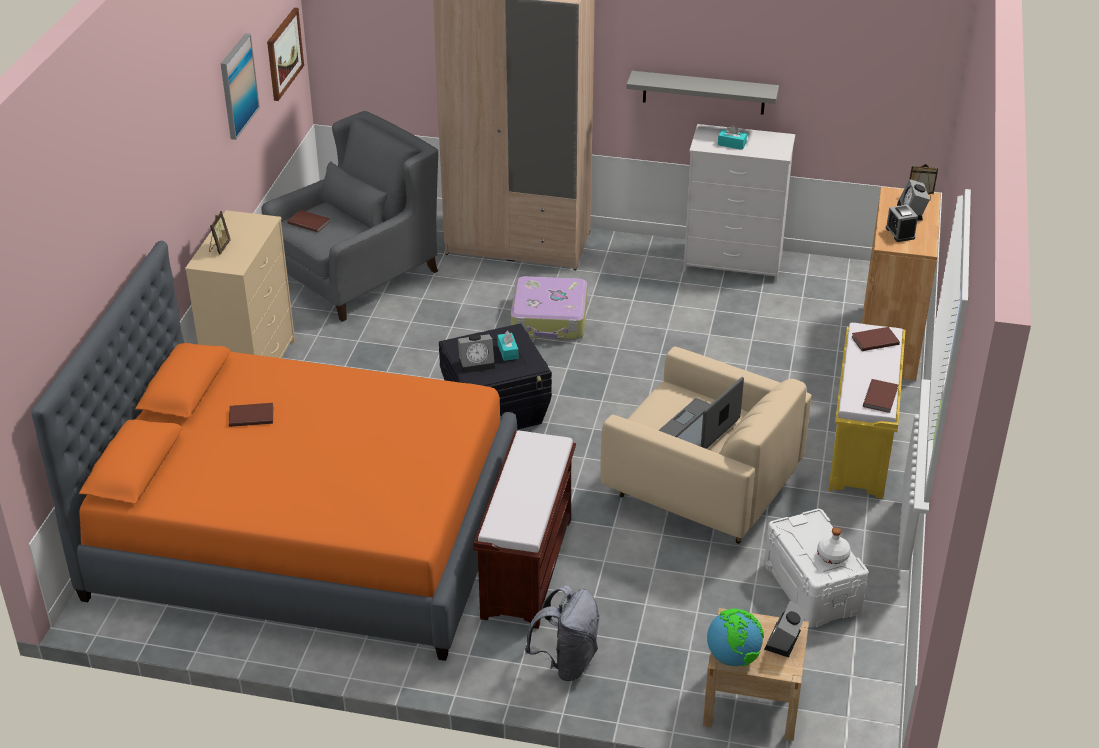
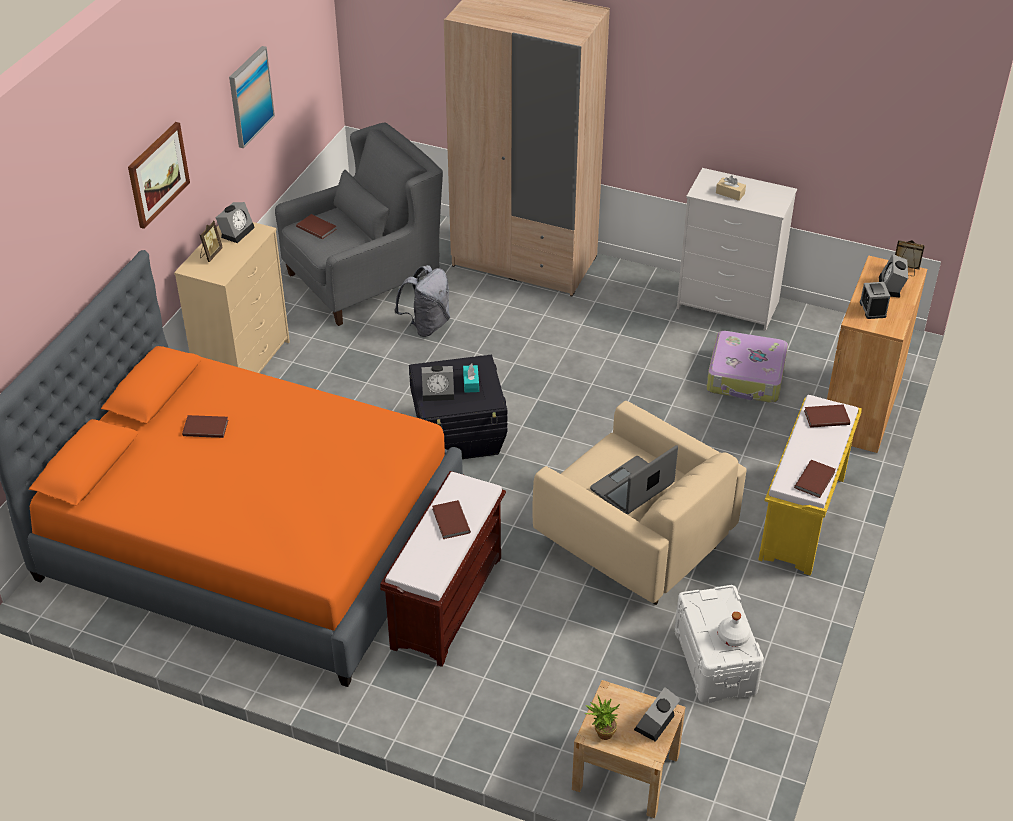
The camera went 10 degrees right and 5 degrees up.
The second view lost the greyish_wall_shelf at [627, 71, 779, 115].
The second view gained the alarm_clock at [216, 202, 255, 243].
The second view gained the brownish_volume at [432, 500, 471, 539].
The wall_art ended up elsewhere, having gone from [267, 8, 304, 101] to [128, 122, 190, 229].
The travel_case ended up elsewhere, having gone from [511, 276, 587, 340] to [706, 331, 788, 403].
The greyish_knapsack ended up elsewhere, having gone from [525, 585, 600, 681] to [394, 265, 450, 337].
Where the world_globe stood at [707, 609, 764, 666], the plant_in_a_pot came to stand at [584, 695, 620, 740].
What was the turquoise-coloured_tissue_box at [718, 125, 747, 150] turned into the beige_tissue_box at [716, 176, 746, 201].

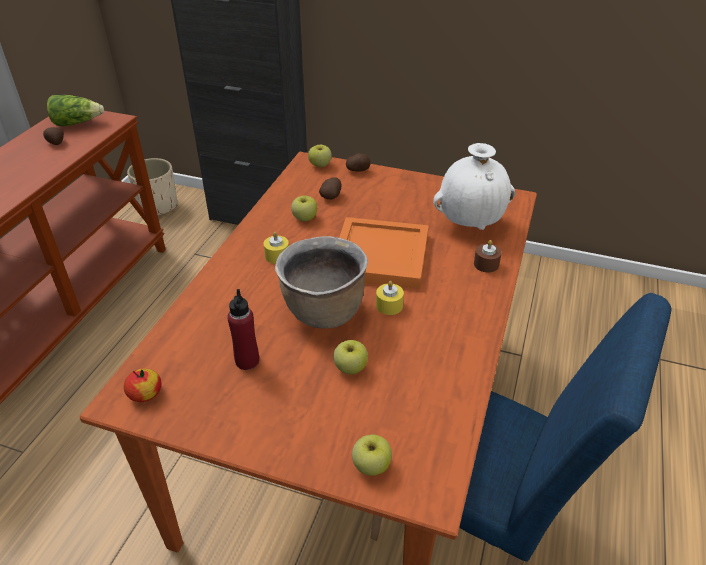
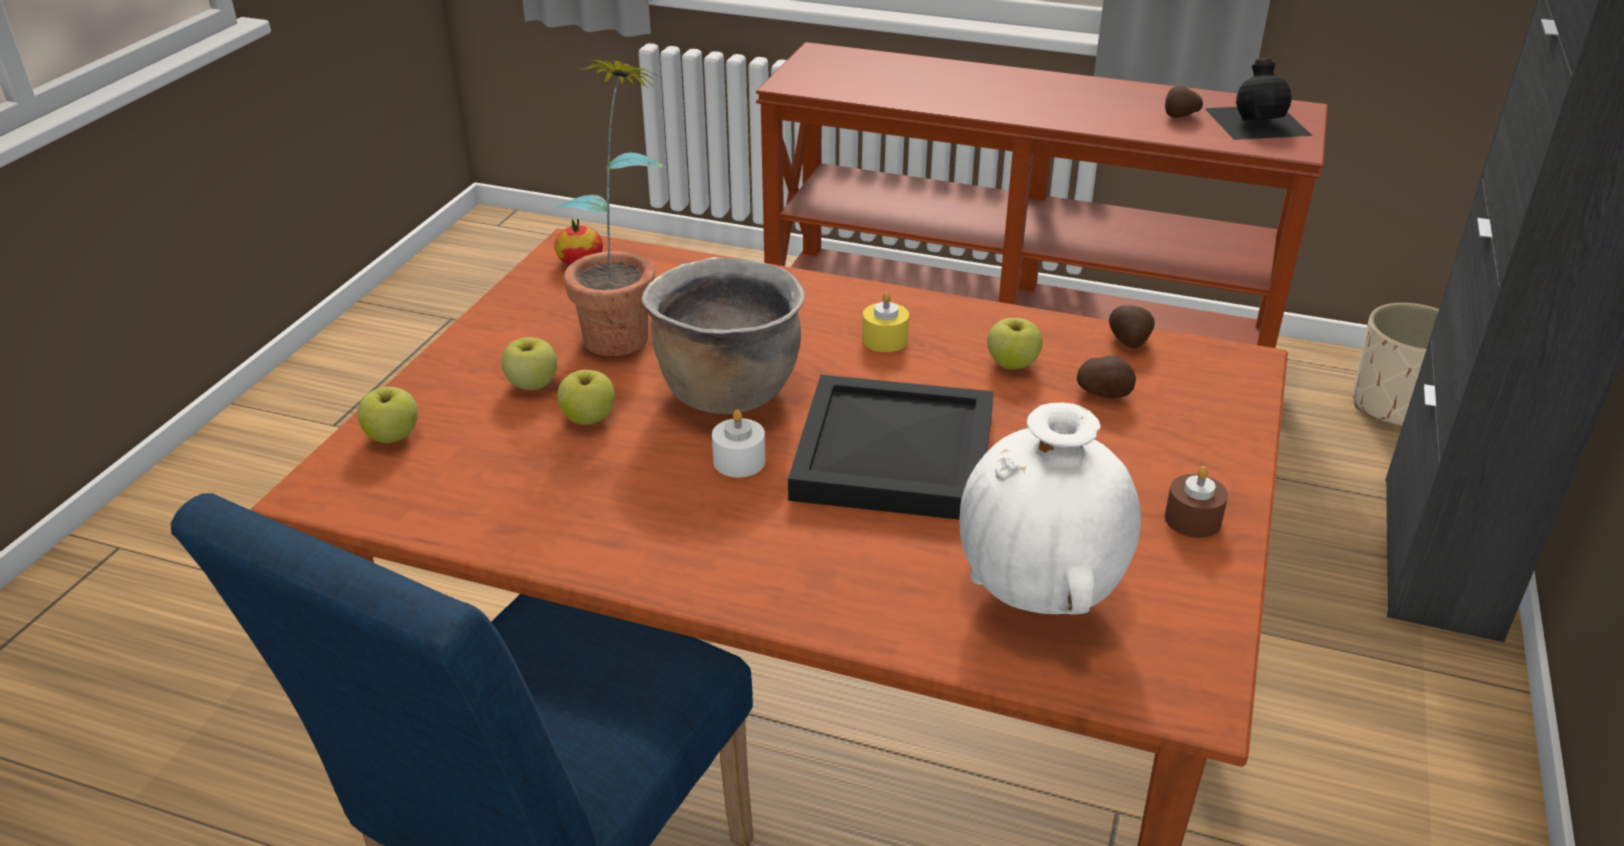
The camera went 90 degrees right and 5 degrees down.
The apple ended up elsewhere, having gone from [308, 145, 332, 167] to [501, 337, 557, 390].
The spud ended up elsewhere, having gone from [346, 153, 371, 172] to [1109, 305, 1155, 348].
The brownish_candle ended up elsewhere, having gone from [474, 240, 502, 272] to [1165, 466, 1228, 538].
Where the lettuce stood at [47, 95, 104, 126], the blackish_beverage_bottle came to stand at [1204, 58, 1313, 140].
Where the red_beverage_bottle stood at [227, 289, 259, 370], the plant_in_a_pot came to stand at [553, 60, 667, 356].
What was the orange_tray at [339, 217, 429, 289] turned into the blackish_tray at [788, 375, 994, 520].
What was the yellow_candle at [376, 281, 404, 315] turned into the white_candle at [712, 409, 765, 477].

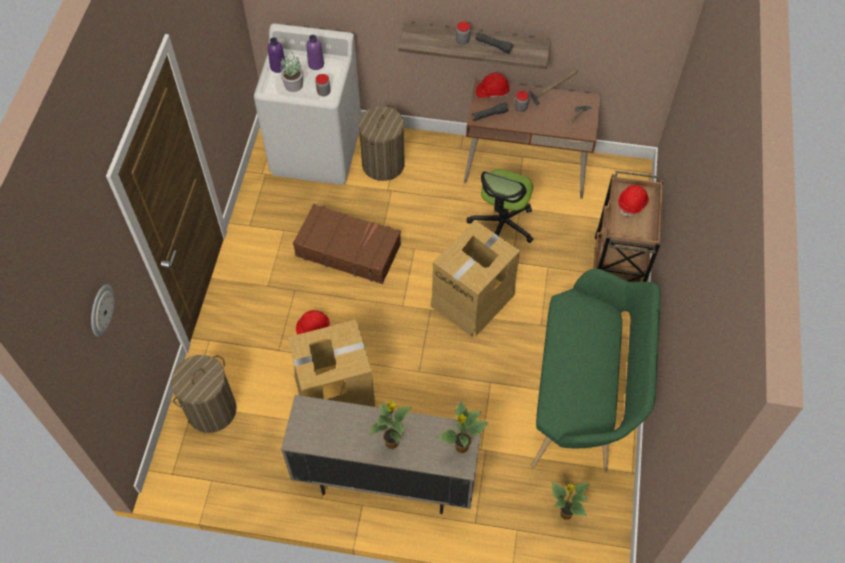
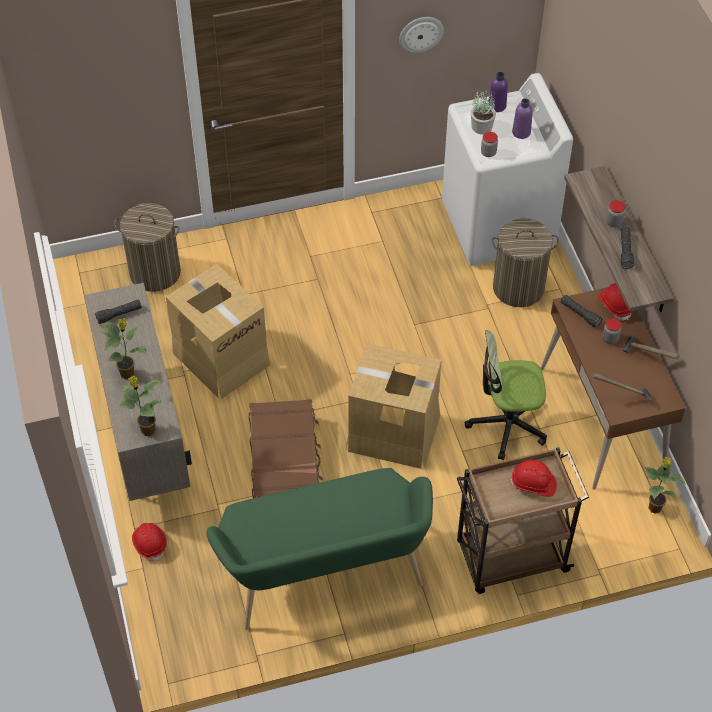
The camera went 65 degrees right and 5 degrees down.
The second view gained the blackish_hand_torch at [95, 300, 142, 324].
The hanging_clock ended up elsewhere, having gone from [91, 284, 114, 337] to [399, 17, 444, 53].
The brownish_travel_case ended up elsewhere, having gone from [293, 204, 401, 284] to [249, 399, 323, 498].
The red_work_helmet ended up elsewhere, having gone from [296, 310, 331, 334] to [132, 523, 167, 561].
The plant_in_a_pot ended up elsewhere, having gone from [552, 482, 590, 520] to [645, 457, 686, 514].

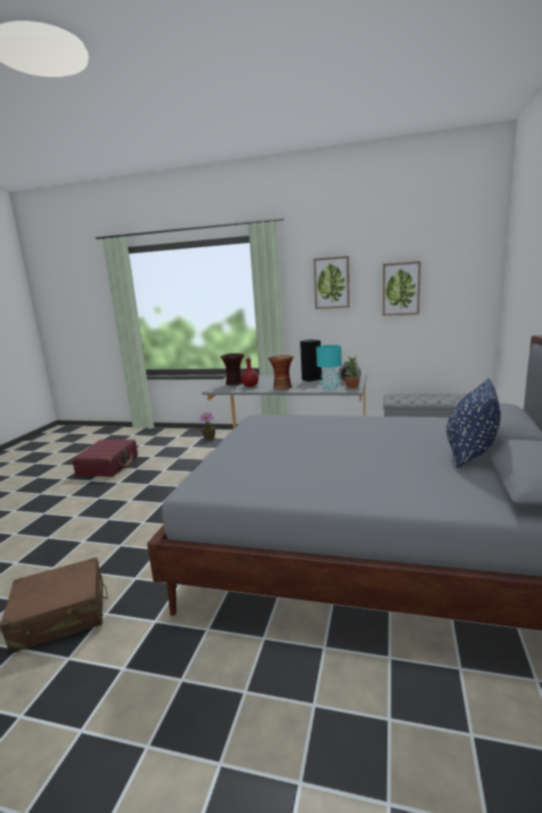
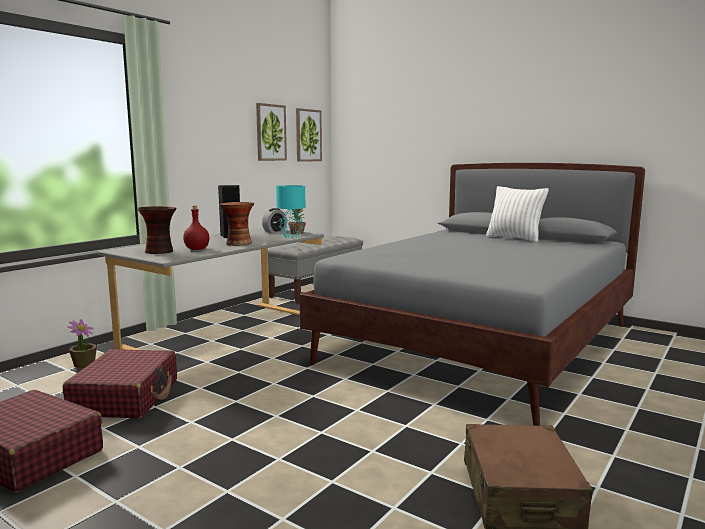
The camera went 70 degrees left and 5 degrees down.
The second view gained the red_travel_case at [63, 349, 177, 418].
The wall_art ended up elsewhere, having gone from [314, 256, 350, 309] to [296, 108, 322, 162].
What was the blue_pillow at [446, 379, 501, 469] turned into the white_pillow at [486, 186, 549, 242].

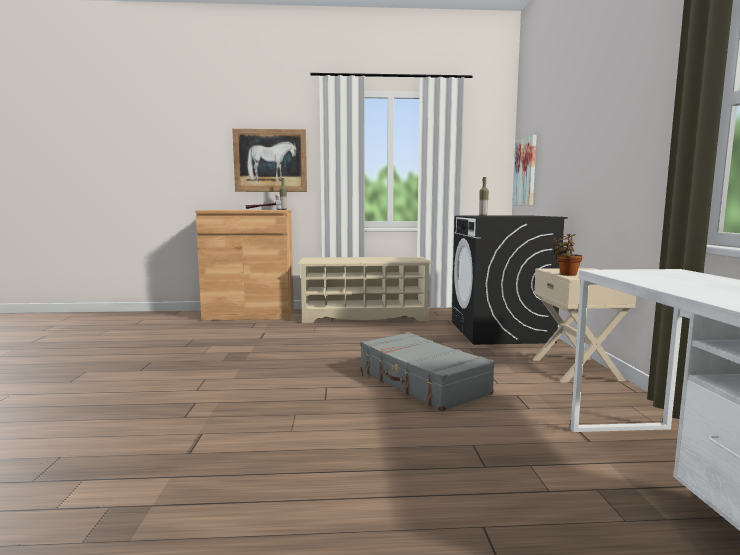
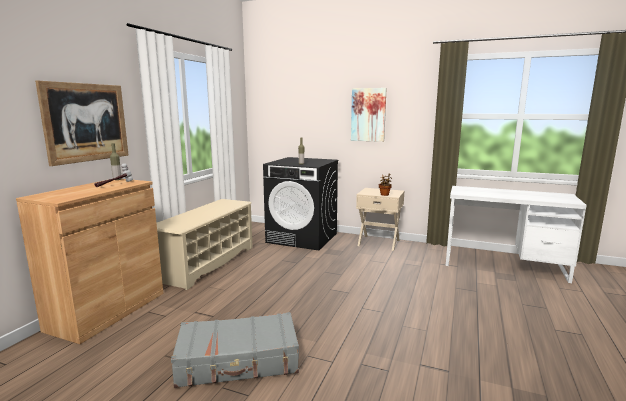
The camera went 65 degrees left and 5 degrees up.
The greyish_travel_case ended up elsewhere, having gone from [360, 332, 495, 411] to [171, 312, 299, 388].
The wall_art ended up elsewhere, having gone from [513, 135, 537, 205] to [351, 88, 387, 142].

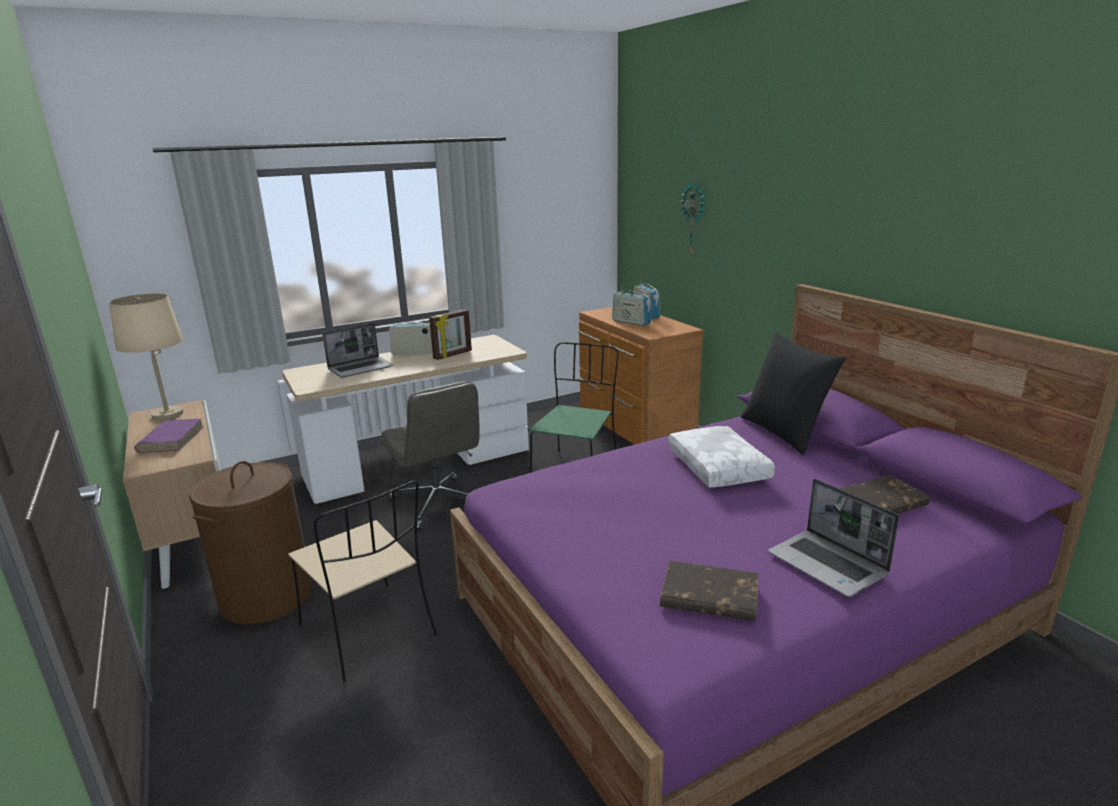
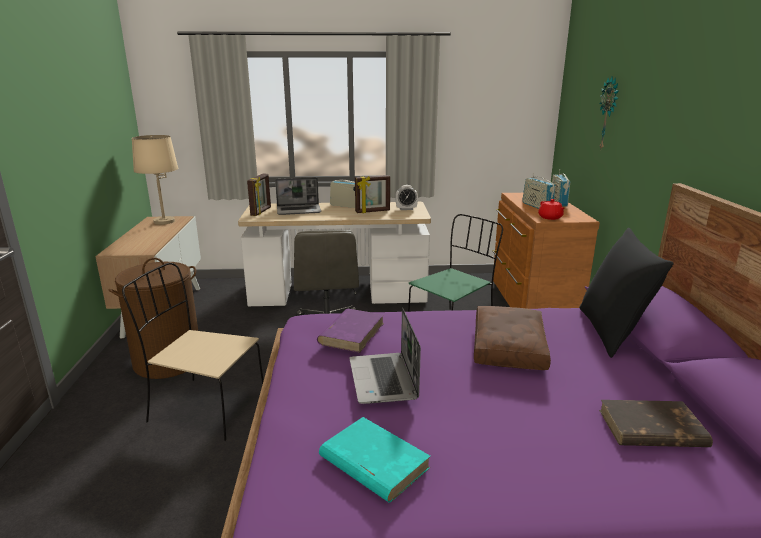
The camera went 25 degrees right and 0 degrees up.
The second view gained the photo_frame at [247, 174, 271, 216].
The second view gained the alarm_clock at [395, 185, 418, 210].
The second view gained the red_tea_pot at [538, 199, 564, 220].
The purple_volume ended up elsewhere, having gone from [135, 418, 204, 453] to [317, 309, 384, 353].
The portable_computer ended up elsewhere, having gone from [768, 479, 899, 597] to [349, 308, 421, 404].
What was the brownish_volume at [660, 561, 758, 621] turned into the turquoise-coloured_volume at [319, 417, 431, 502].
What was the white_pillow at [668, 426, 775, 487] turned into the brownish_pillow at [474, 306, 551, 370].
The beige_upright_chair at [289, 481, 437, 683] ended up facing another way, 120 degrees clockwise from before.

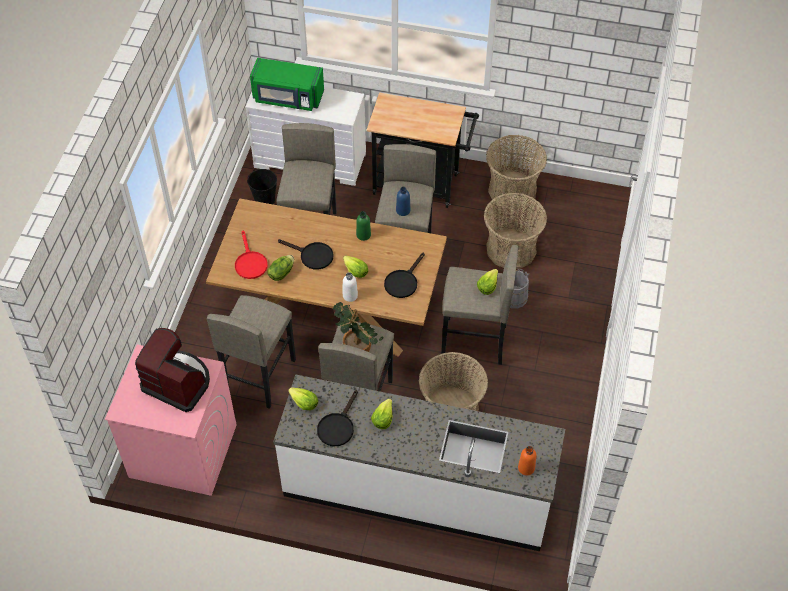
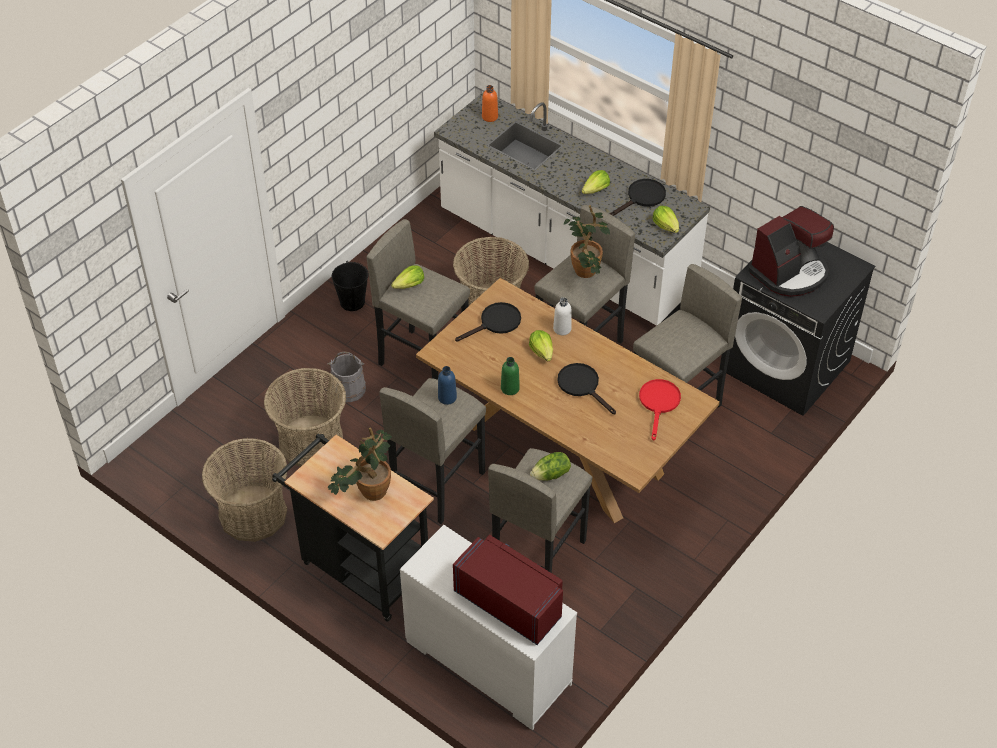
The camera went 155 degrees left and 5 degrees down.
The second view gained the plant_in_a_pot at [328, 428, 392, 501].
The blackish_water_bucket ended up elsewhere, having gone from [247, 169, 277, 204] to [332, 261, 368, 311].
The lettuce ended up elsewhere, having gone from [267, 255, 294, 281] to [530, 452, 571, 481].
What was the pink-coloured_laundry_machine at [105, 344, 237, 496] turned into the blackish_laundry_machine at [726, 242, 875, 416].
What was the green-coloured_kitchen_microwave at [250, 58, 324, 111] turned into the red_kitchen_microwave at [453, 535, 563, 645].
The coffee_brewer at [135, 328, 210, 412] ended up facing another way, 90 degrees counterclockwise from before.

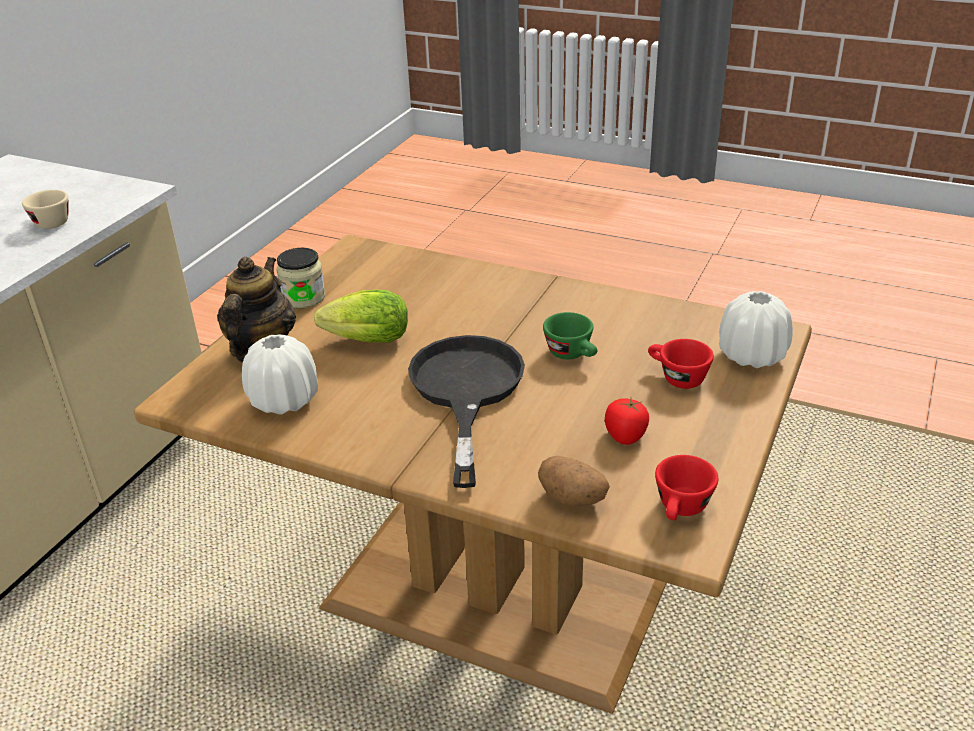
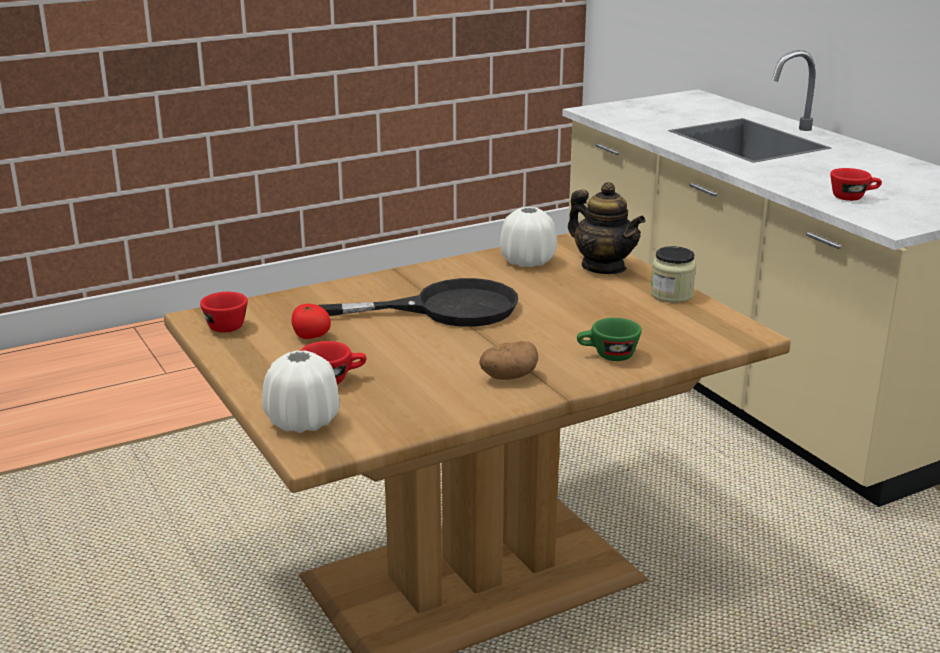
The camera went 125 degrees right and 10 degrees down.
The second view lost the lettuce at [314, 290, 408, 343].
The spud ended up elsewhere, having gone from [538, 456, 610, 506] to [479, 341, 538, 380].
The green-coloured_drinking_cup ended up elsewhere, having gone from [543, 312, 597, 359] to [577, 318, 642, 361].
What was the beige_drinking_cup at [22, 190, 68, 229] turned into the red_drinking_cup at [830, 168, 882, 201].
The blackish_pan at [408, 335, 525, 488] ended up facing another way, 45 degrees counterclockwise from before.

